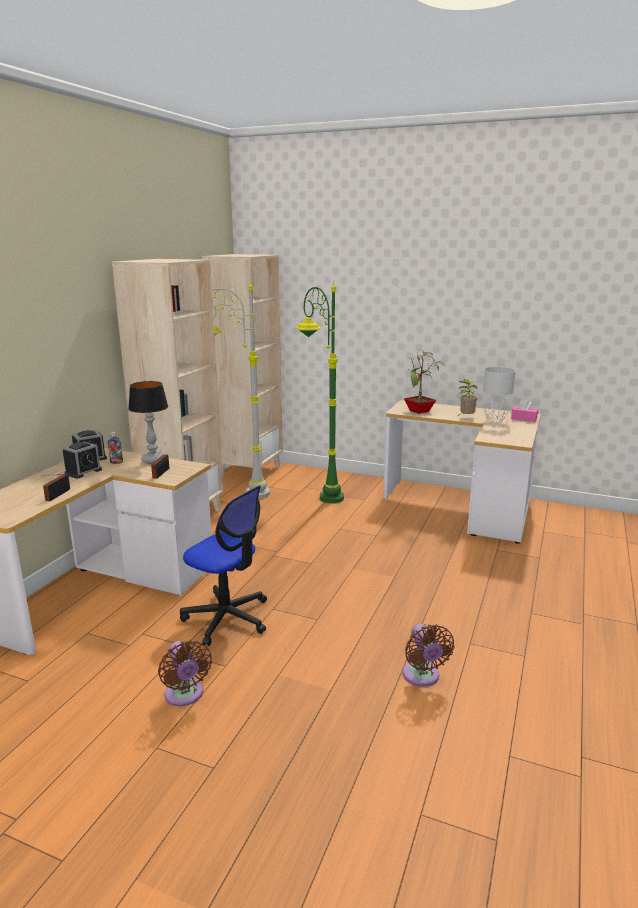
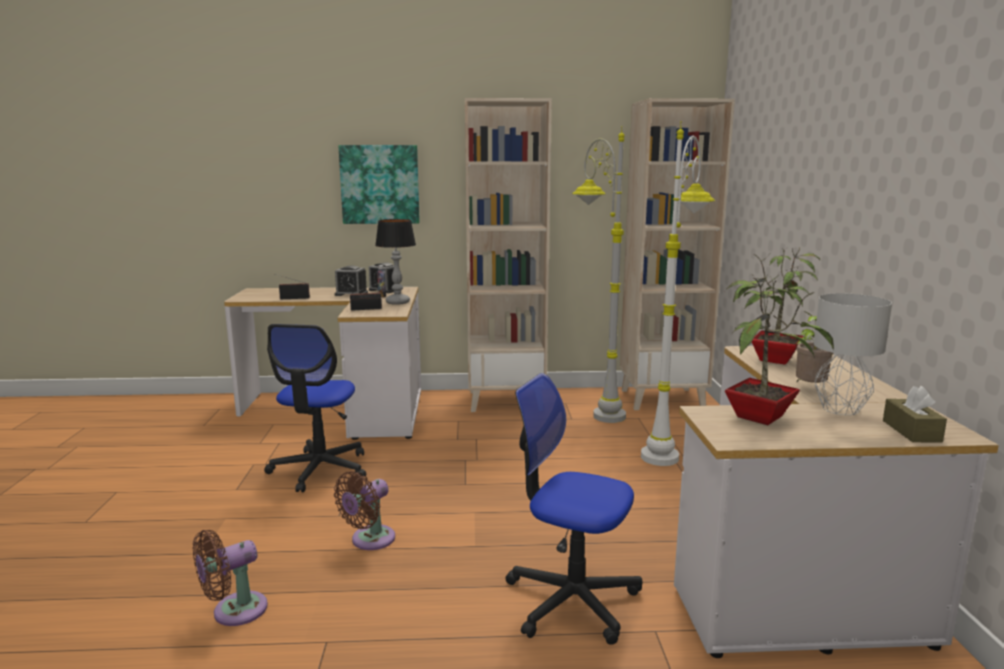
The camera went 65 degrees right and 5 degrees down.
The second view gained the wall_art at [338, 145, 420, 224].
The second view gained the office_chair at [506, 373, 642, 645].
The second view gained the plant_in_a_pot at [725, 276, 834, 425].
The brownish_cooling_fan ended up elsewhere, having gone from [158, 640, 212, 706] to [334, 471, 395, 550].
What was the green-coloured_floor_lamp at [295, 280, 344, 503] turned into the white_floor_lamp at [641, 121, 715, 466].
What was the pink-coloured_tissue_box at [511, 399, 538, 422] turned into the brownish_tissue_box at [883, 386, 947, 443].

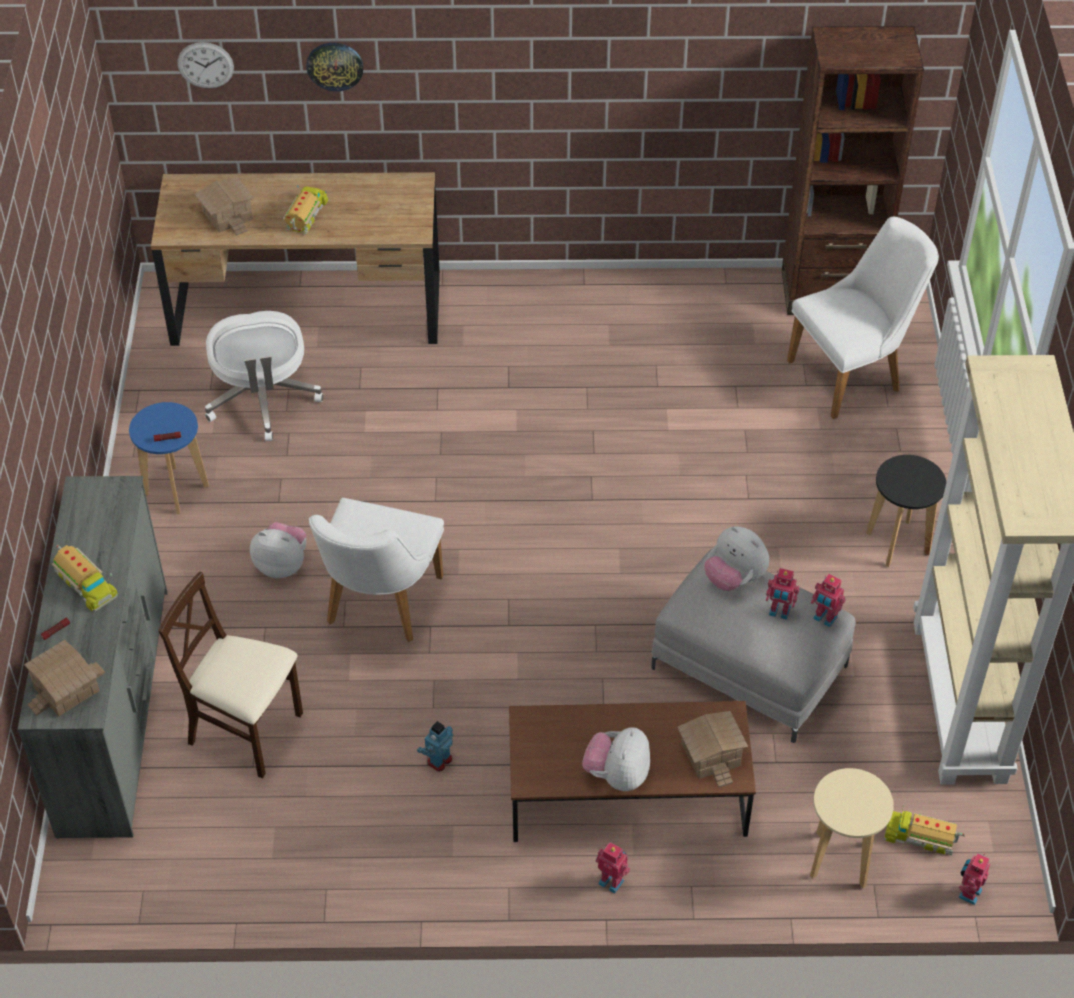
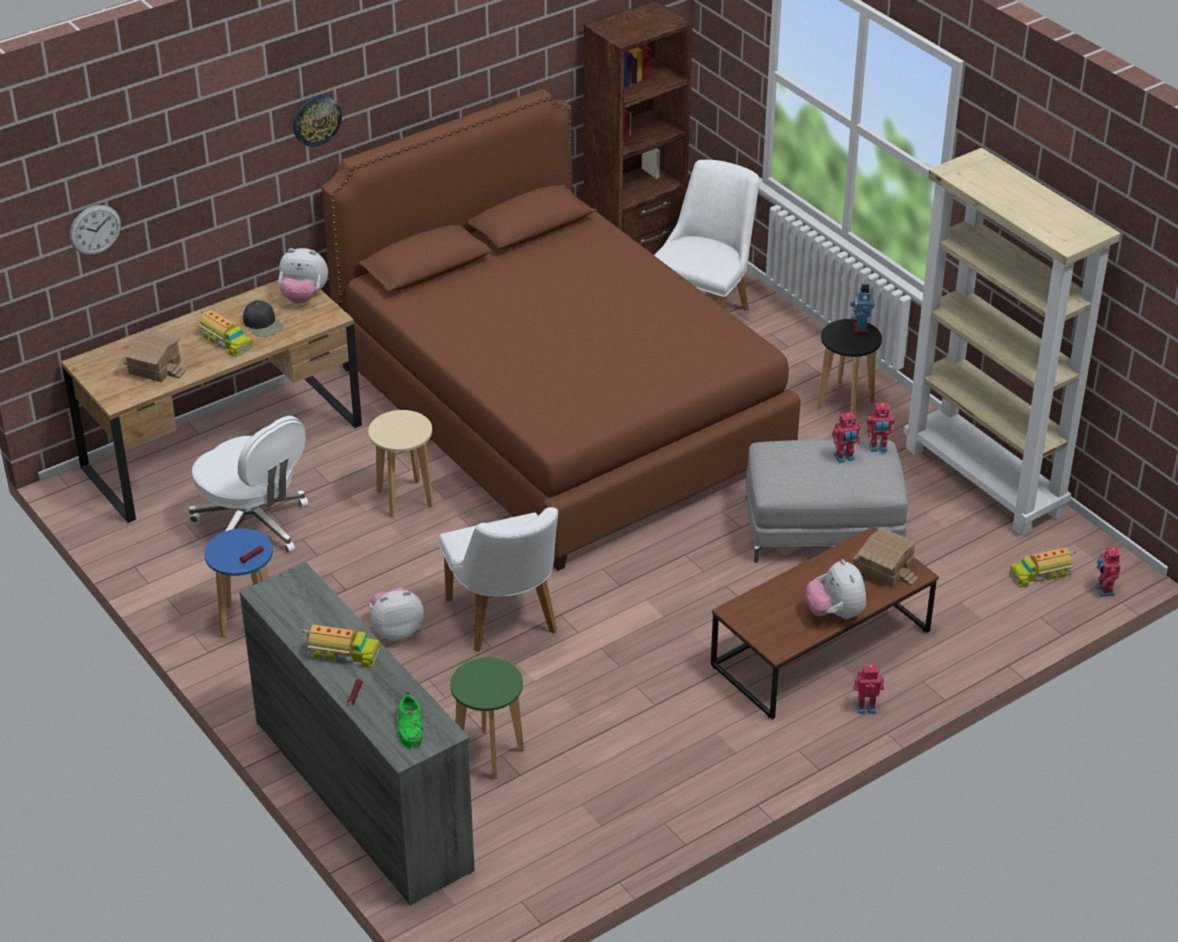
The camera went 35 degrees left and 10 degrees down.
The second view gained the blackish_baseball_cap at [243, 300, 283, 337].
The second view gained the brownish_bedroom_bed at [321, 89, 801, 571].
The hanging_clock ended up elsewhere, having gone from [307, 43, 363, 91] to [293, 96, 342, 147].
The model_robot ended up elsewhere, having gone from [417, 721, 453, 772] to [850, 284, 875, 334].
The soft_toy ended up elsewhere, having gone from [704, 526, 769, 591] to [278, 248, 328, 304].
The beige_stool_seat ended up elsewhere, having gone from [810, 768, 894, 888] to [368, 410, 433, 517].
Where the toy_house stood at [24, 640, 105, 716], the green-coloured_low_shoe came to stand at [398, 692, 423, 750].
Where the beige_upright_chair stood at [158, 572, 303, 779], the green-coloured_stool_seat came to stand at [450, 657, 524, 779].
The toy_truck at [283, 185, 328, 236] ended up facing another way, 150 degrees clockwise from before.

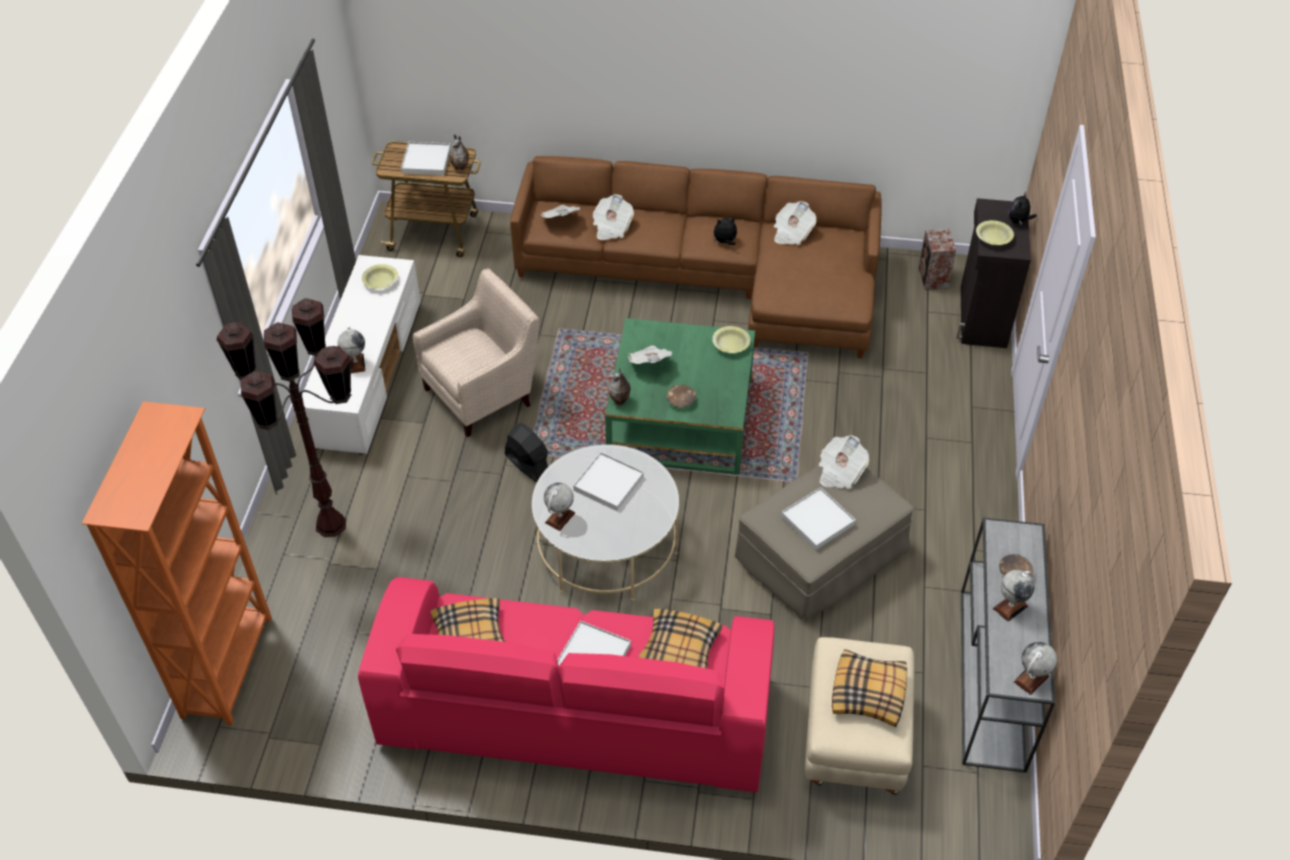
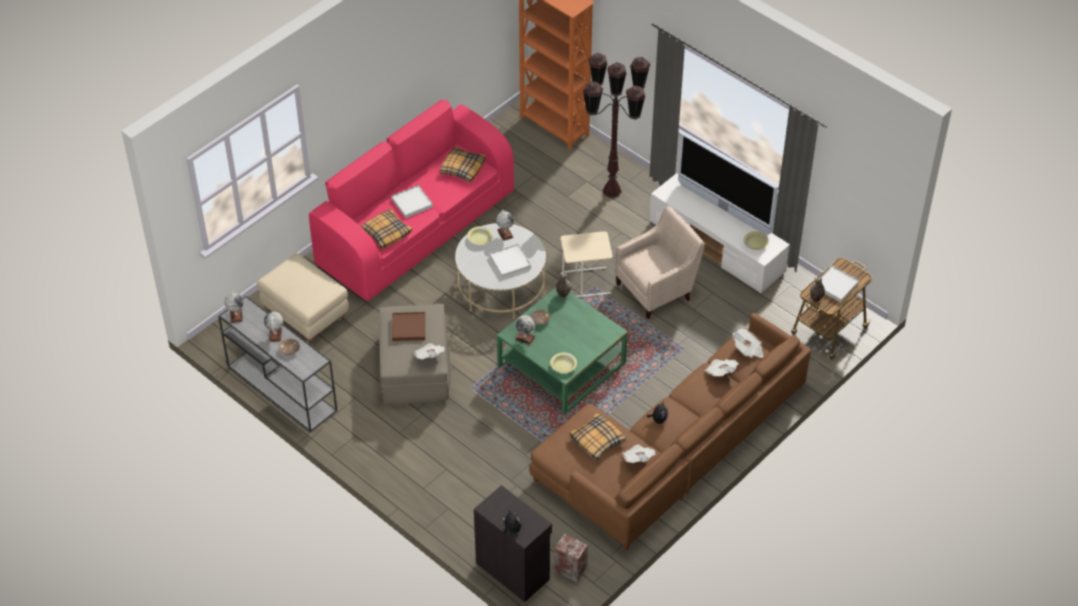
The camera went 125 degrees right and 0 degrees up.
The second view lost the newspaper at [628, 345, 672, 364].
The second view gained the TV_set at [678, 132, 778, 235].
The world_globe ended up elsewhere, having gone from [337, 327, 366, 373] to [515, 315, 535, 345].
The pillow ended up elsewhere, having gone from [832, 649, 907, 727] to [569, 413, 626, 461].
The yellow_deep_dish ended up elsewhere, having gone from [976, 220, 1014, 245] to [467, 226, 493, 245].
Where the blackish_cooling_fan stood at [505, 423, 548, 483], the beige_accent_table came to stand at [561, 231, 613, 297].
What was the white_tray at [781, 487, 856, 550] turned into the brownish_tray at [392, 312, 425, 341].
The beige_easy_chair at [413, 268, 539, 437] ended up facing another way, 120 degrees counterclockwise from before.

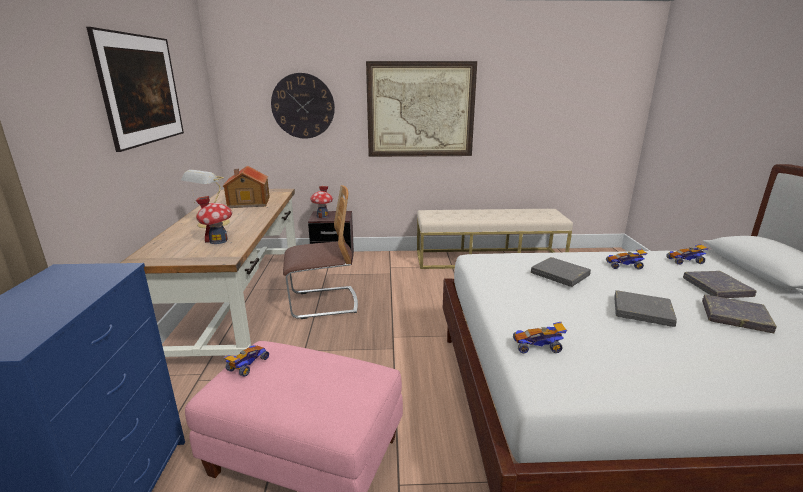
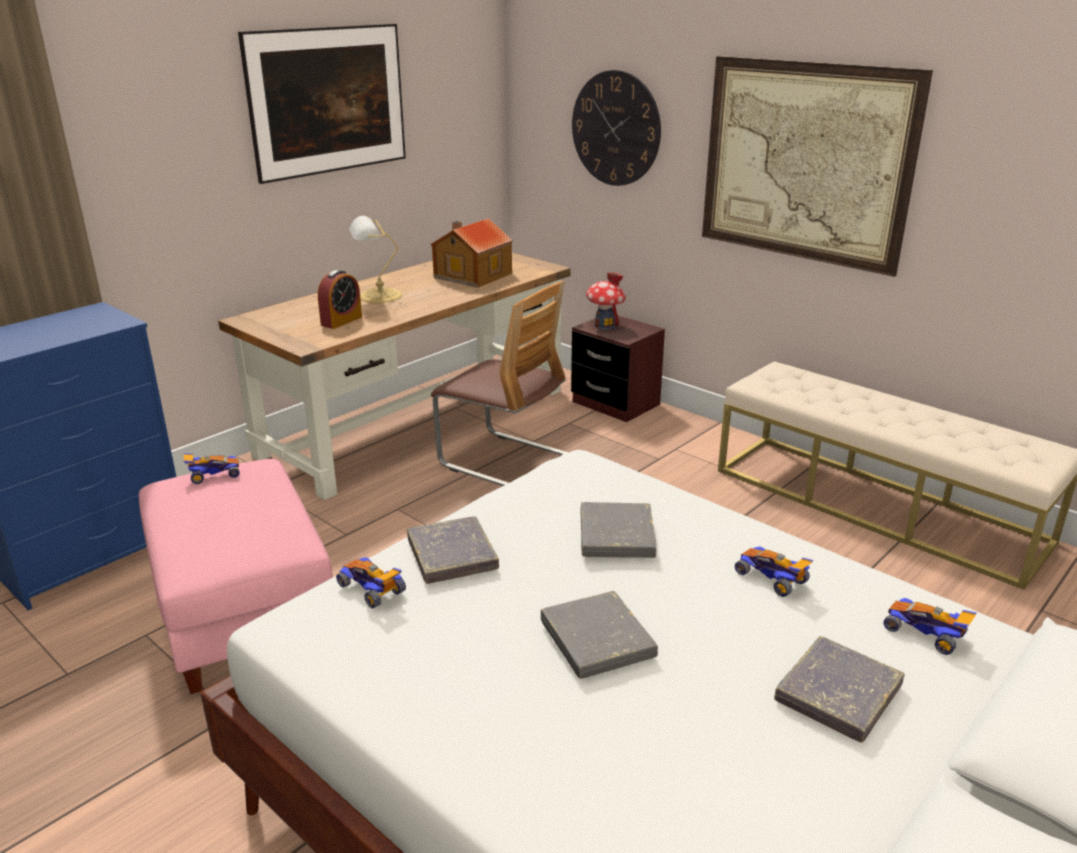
The camera went 45 degrees right and 5 degrees up.
The greyish_volume ended up elsewhere, having gone from [702, 295, 777, 333] to [407, 516, 499, 584].
Where the toy_house stood at [196, 196, 232, 244], the alarm_clock came to stand at [318, 270, 362, 329].

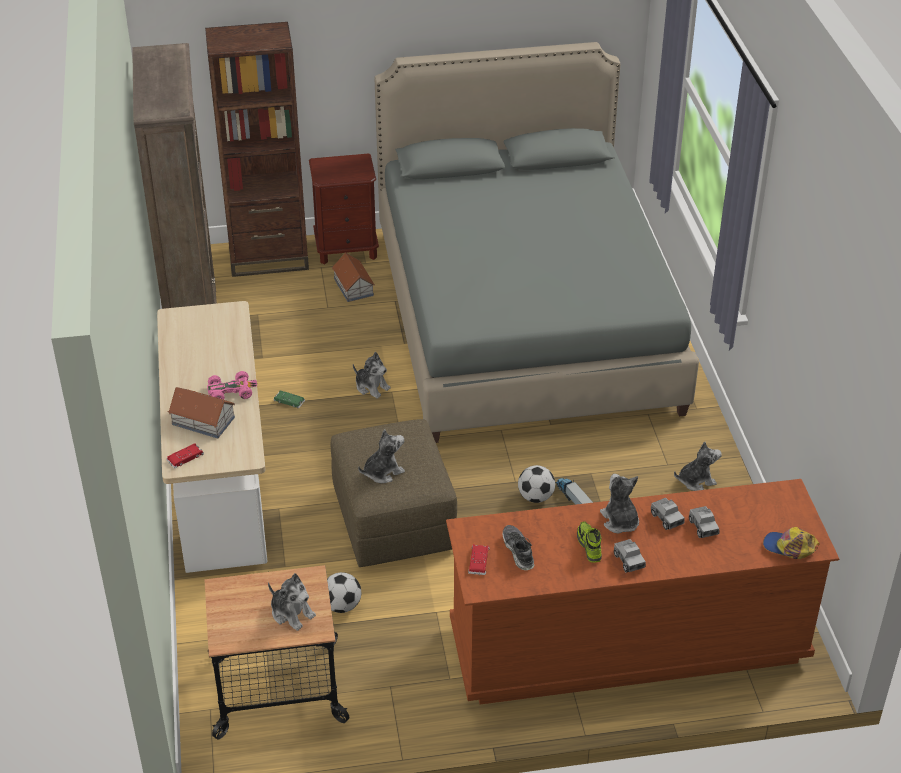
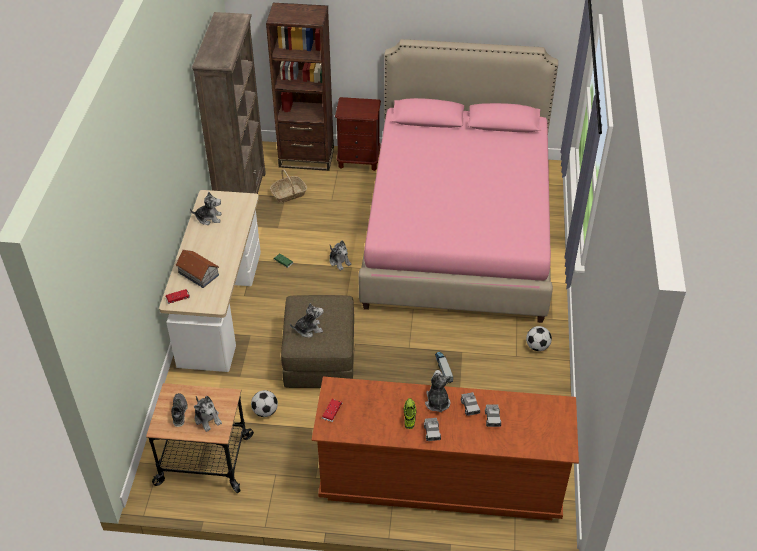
The camera went 15 degrees right and 5 degrees up.
The second view lost the pink-coloured_model_car at [207, 371, 257, 400].
The second view lost the toy_house at [332, 252, 375, 302].
The second view lost the baseball_cap at [763, 527, 819, 559].
The second view gained the basket at [270, 169, 307, 203].
The low_shoe ended up elsewhere, having gone from [503, 525, 534, 570] to [171, 393, 188, 427].
The ball_for_football ended up elsewhere, having gone from [518, 465, 555, 503] to [526, 326, 552, 351].
The soft_toy ended up elsewhere, having gone from [674, 442, 722, 491] to [190, 192, 221, 225].
What was the greyish_bedroom_bed at [374, 42, 699, 443] turned into the pink-coloured_bedroom_bed at [358, 39, 558, 323].

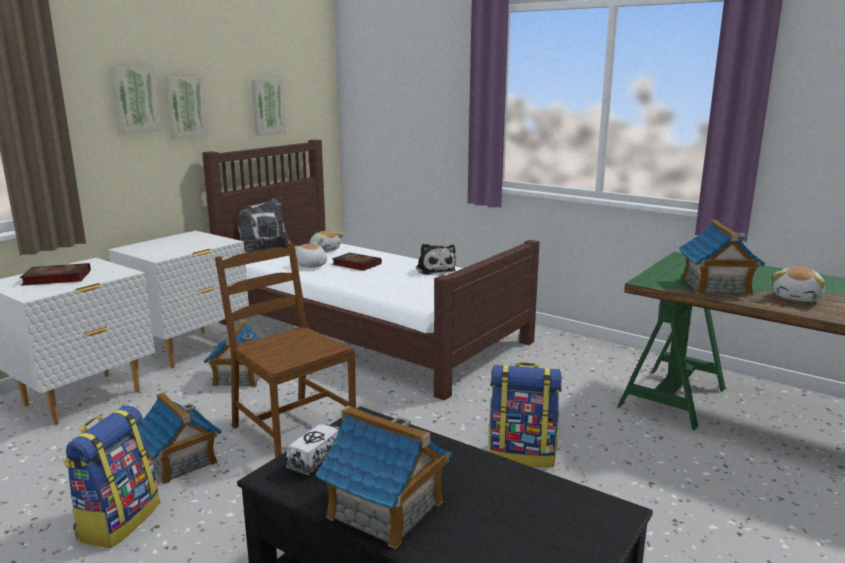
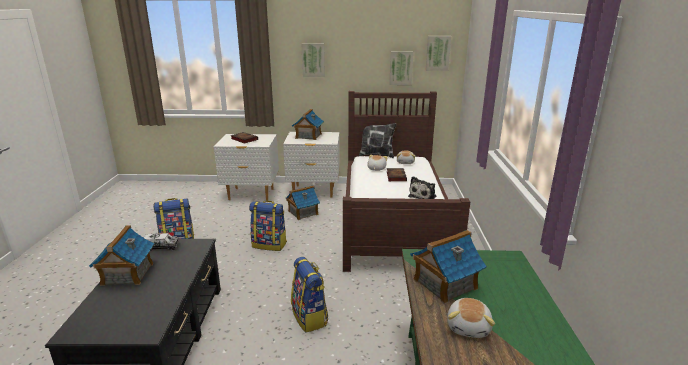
The camera went 55 degrees right and 5 degrees up.
The toy_house ended up elsewhere, having gone from [137, 392, 222, 485] to [292, 109, 324, 140].
The wall_art ended up elsewhere, having gone from [164, 77, 208, 140] to [426, 36, 451, 71].
Where the brownish_upright_chair stood at [215, 242, 356, 458], the knapsack came to stand at [249, 200, 287, 251].
The soft_toy at [773, 267, 825, 302] ended up facing another way, 75 degrees counterclockwise from before.

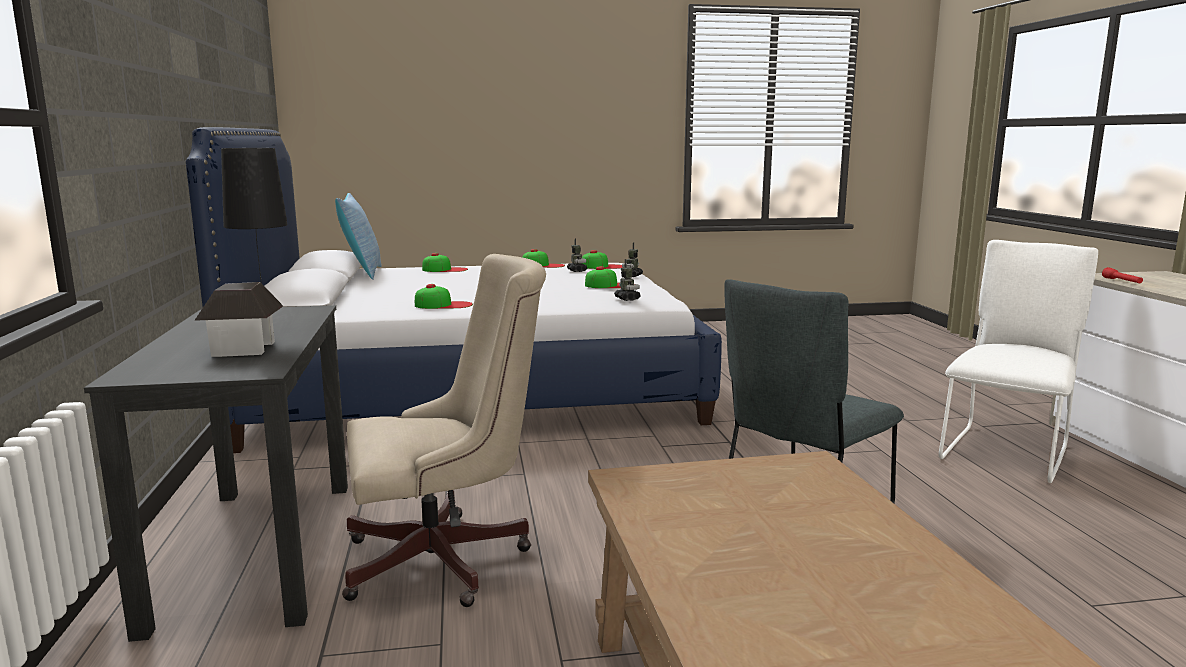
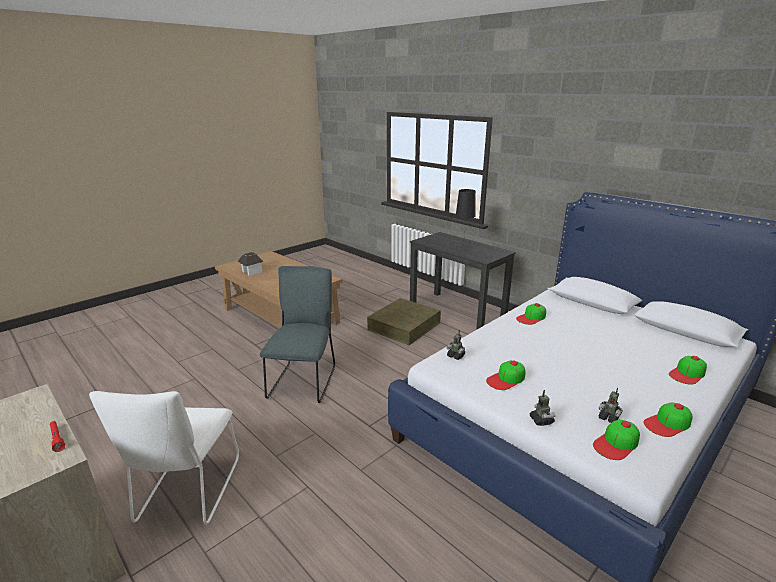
The camera went 145 degrees right and 10 degrees up.
The second view lost the pillow at [335, 193, 382, 280].
The toy_house ended up elsewhere, having gone from [194, 282, 283, 357] to [238, 252, 264, 276].
Where the beige_office_chair stood at [342, 254, 546, 607], the brownish_storage_bin came to stand at [367, 298, 441, 345].

